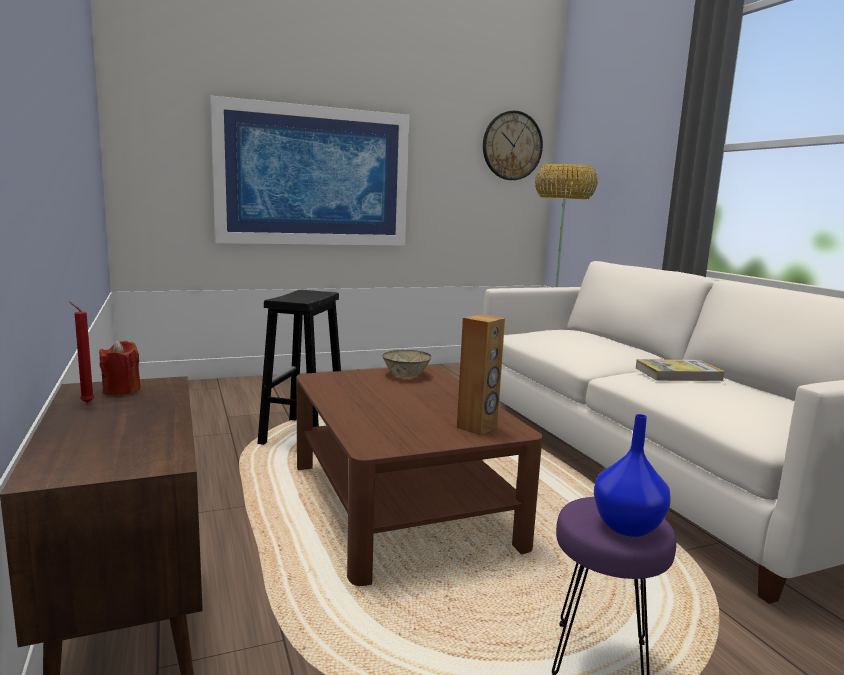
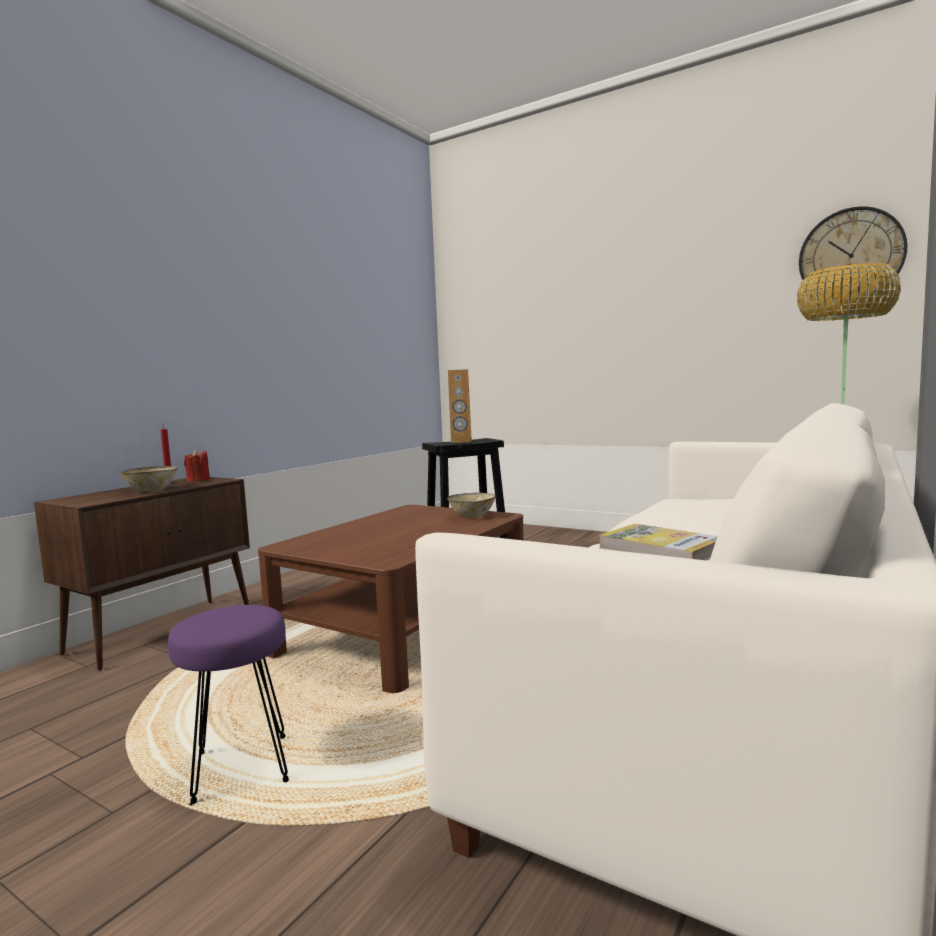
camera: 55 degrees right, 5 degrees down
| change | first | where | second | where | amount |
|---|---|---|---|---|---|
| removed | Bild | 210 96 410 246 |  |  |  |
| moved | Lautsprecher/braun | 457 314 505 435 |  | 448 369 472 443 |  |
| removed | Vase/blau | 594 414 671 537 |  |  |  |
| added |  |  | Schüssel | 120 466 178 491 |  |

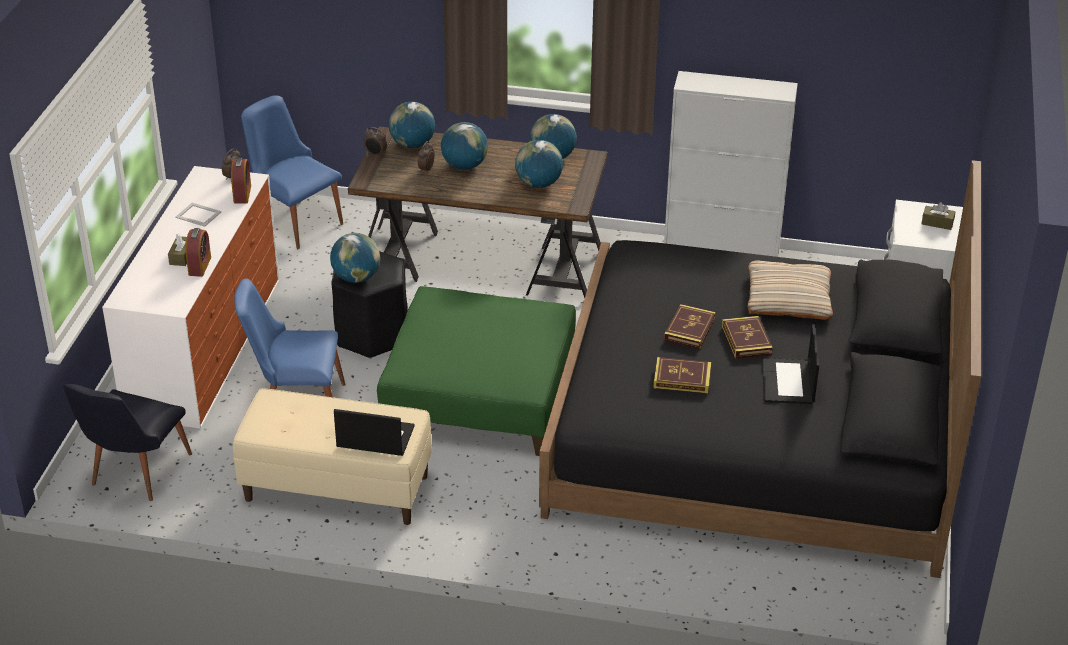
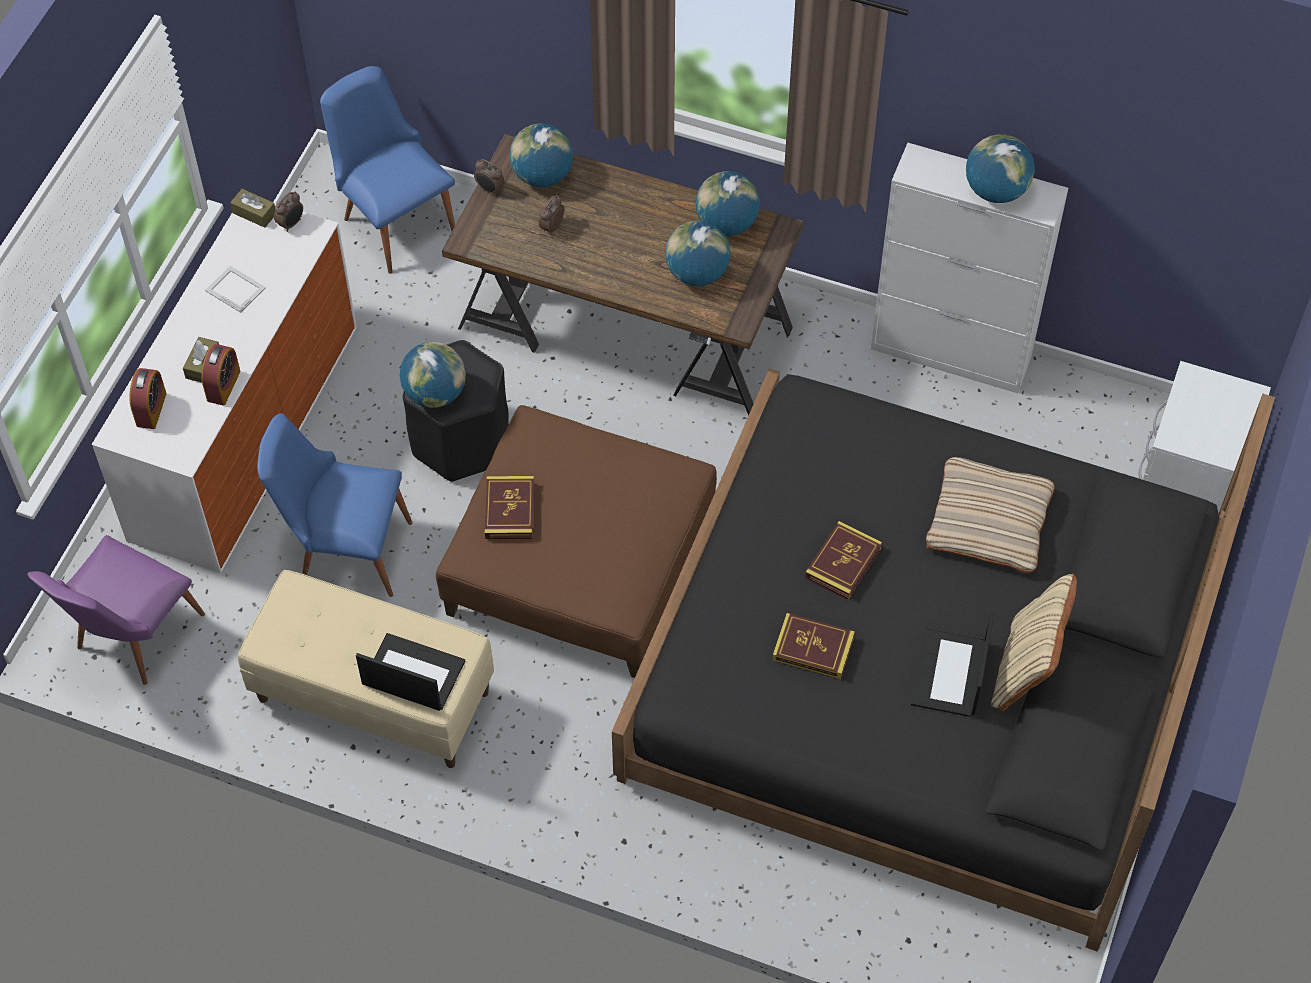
camera: 10 degrees right, 20 degrees up
| change | first | where | second | where | amount |
|---|---|---|---|---|---|
| recoloured | Stuhl/schwarz | 63 384 192 501 | Stuhl/lila | 27 535 205 685 |  |
| moved | Wecker | 231 158 251 203 |  | 129 368 167 429 |  |
| recoloured | Polsterhocker/grün | 377 286 576 456 | Polsterhocker/braun | 436 405 717 678 |  |
| moved | Globus | 441 122 488 170 |  | 966 135 1035 203 |  |
| moved | Buch | 722 316 773 359 |  | 485 476 534 539 |  |
| moved | Taschentuchbox/braun | 922 202 955 230 |  | 230 189 275 228 |  |
| added |  |  | Kissen/beige | 991 574 1077 711 |  |

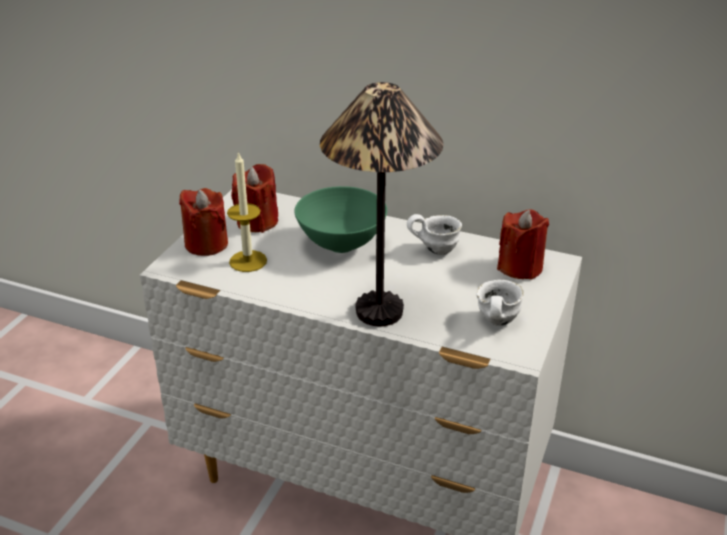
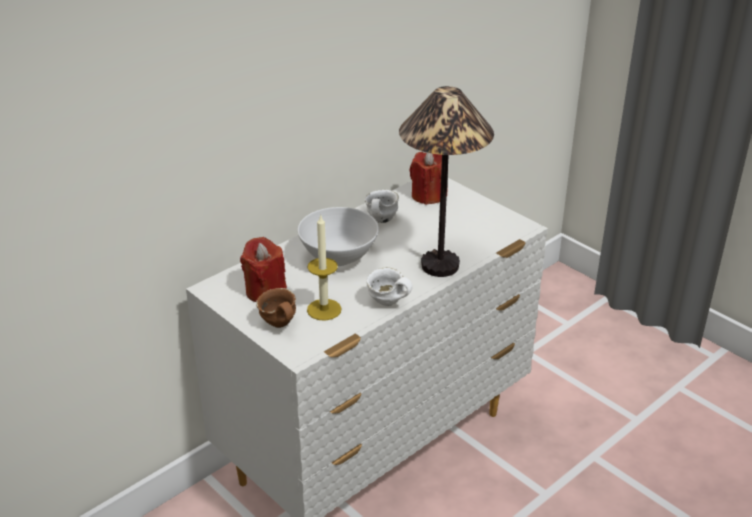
camera: 65 degrees left, 0 degrees up
| change | first | where | second | where | amount |
|---|---|---|---|---|---|
| replaced | Kerze/rot | 179 188 228 256 | Henkelbecher/braun | 256 288 296 328 |  |
| recoloured | Schüssel/grün | 295 186 387 253 | Schüssel/weiß | 297 207 379 266 |  |
| moved | Henkelbecher/weiß | 476 280 524 326 |  | 366 267 413 306 |  |

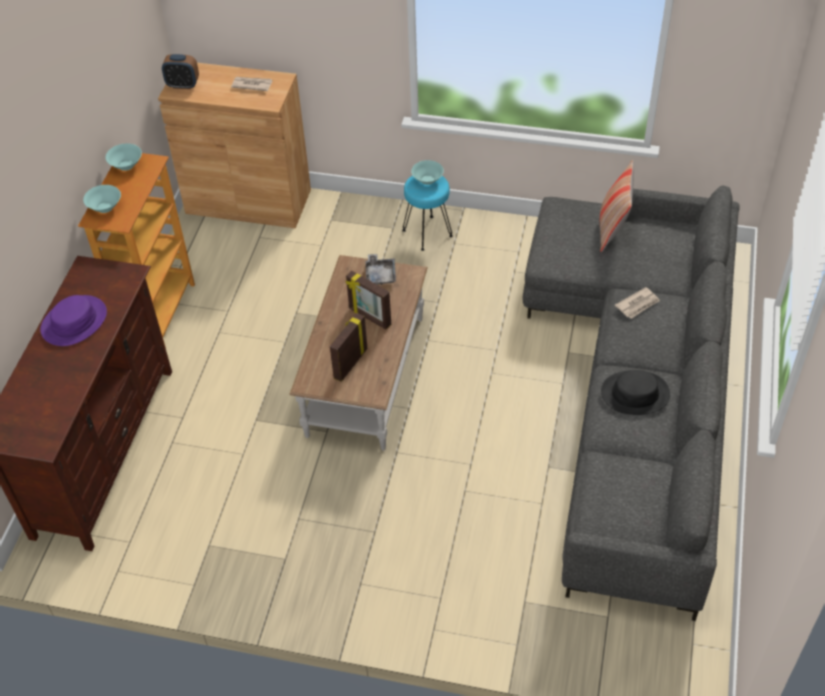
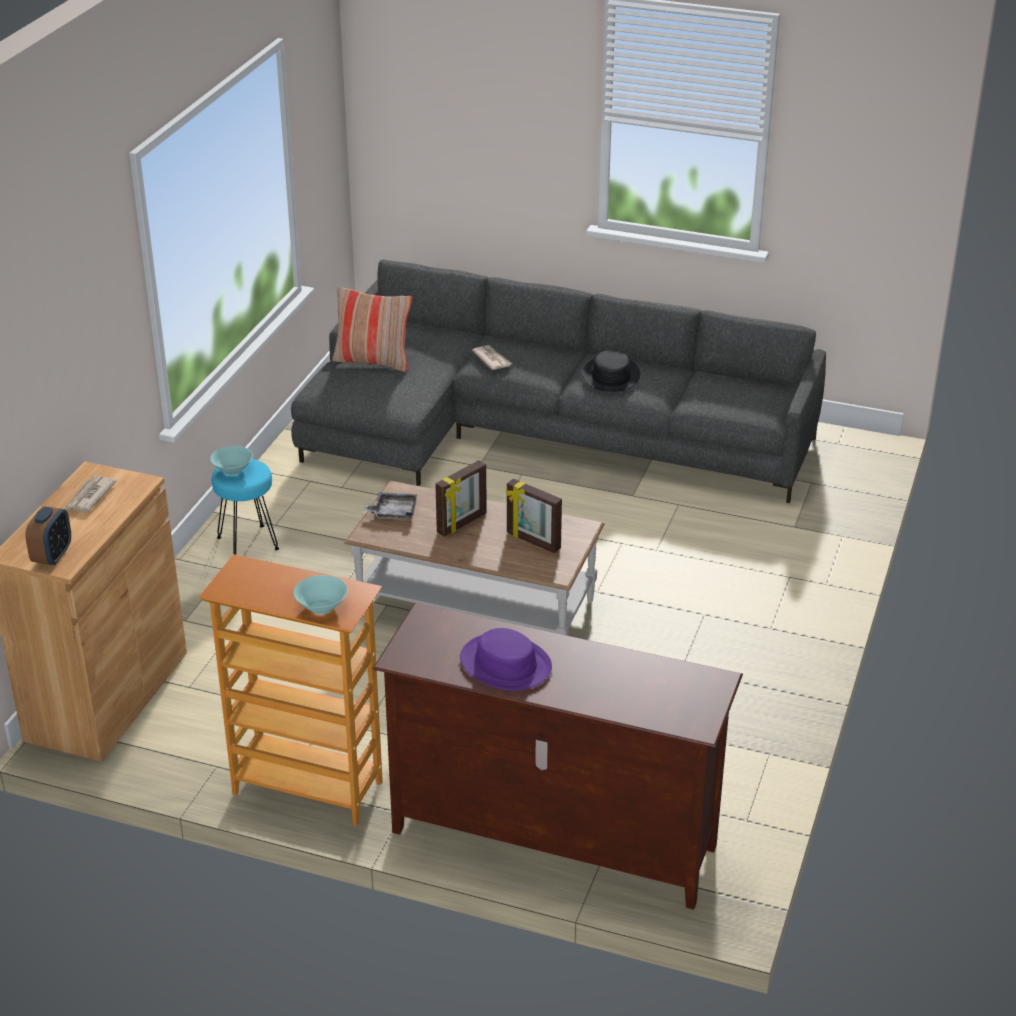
camera: 85 degrees left, 15 degrees down
| change | first | where | second | where | amount |
|---|---|---|---|---|---|
| removed | Schüssel/türkis | 105 143 142 171 |  |  |  |

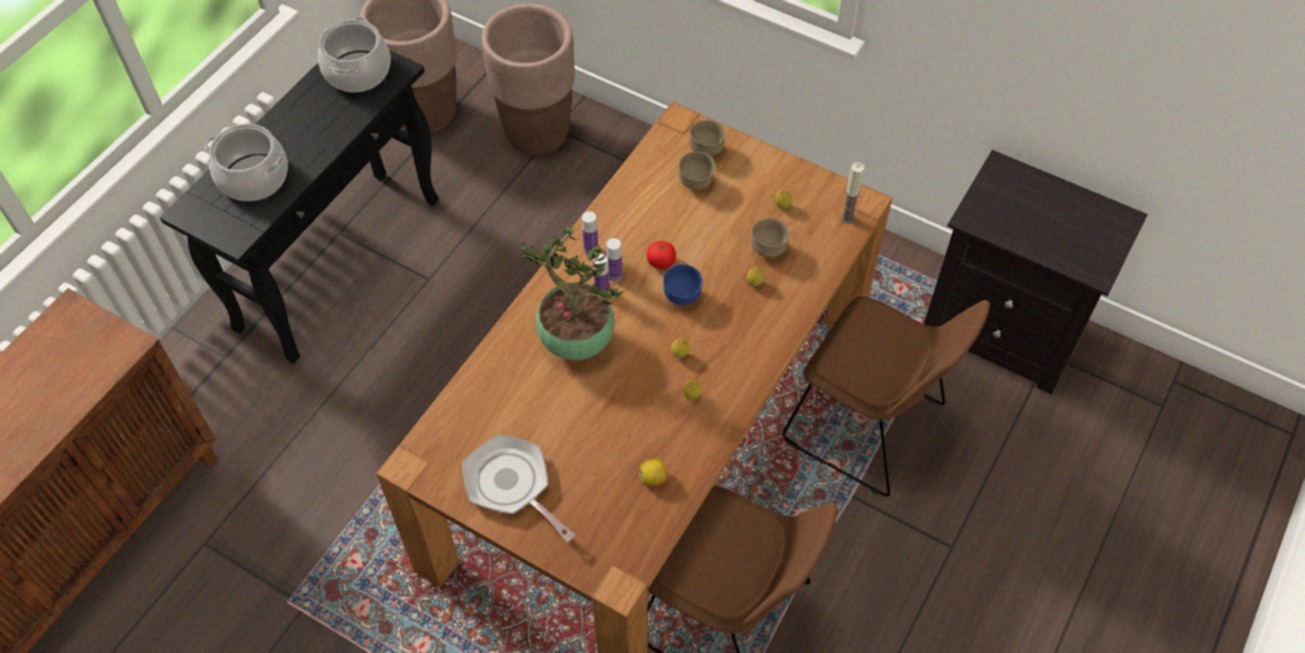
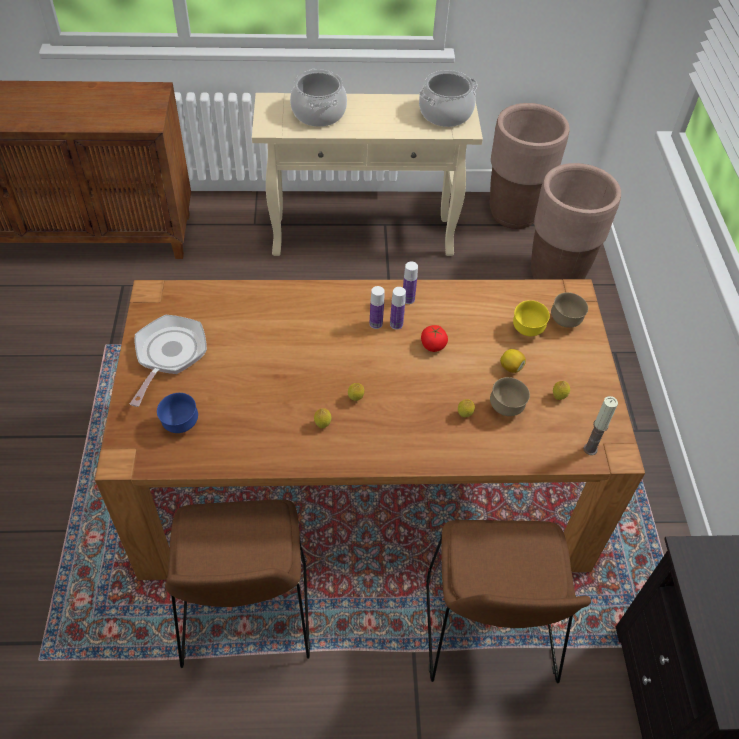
camera: 55 degrees right, 5 degrees down
| change | first | where | second | where | amount |
|---|---|---|---|---|---|
| recoloured | Konsolentisch/schwarz | 160 50 439 364 | Konsolentisch/beige | 252 93 483 256 |  |
| removed | Topfpflanze | 520 227 623 361 |  |  |  |
| moved | Zitrone | 639 459 667 486 |  | 500 349 526 373 |  |
| moved | Schüssel/blau | 663 264 703 305 |  | 157 393 198 433 |  |
| recoloured | Schüssel/braun | 679 151 716 190 | Schüssel/gelb | 513 300 550 336 |  |

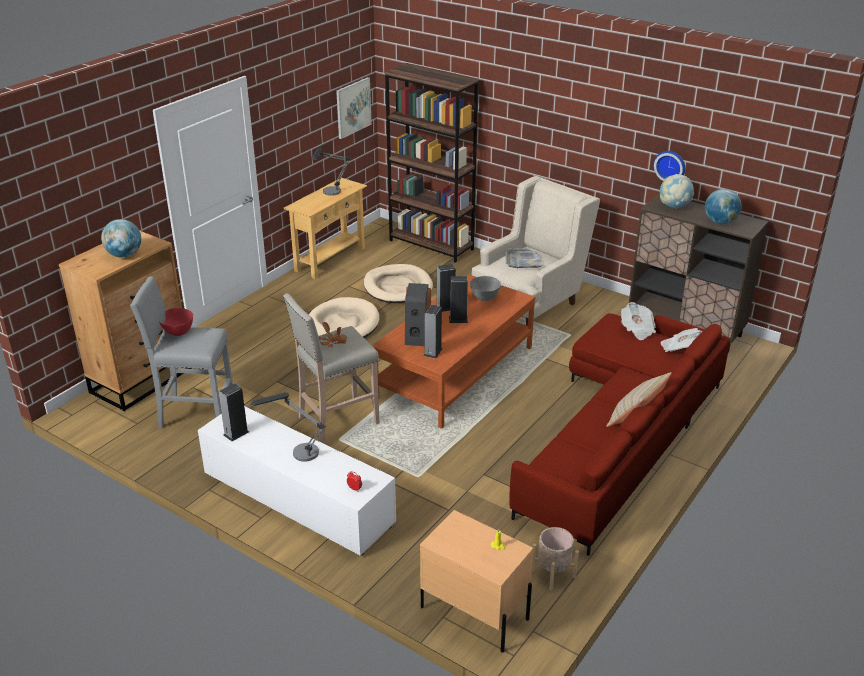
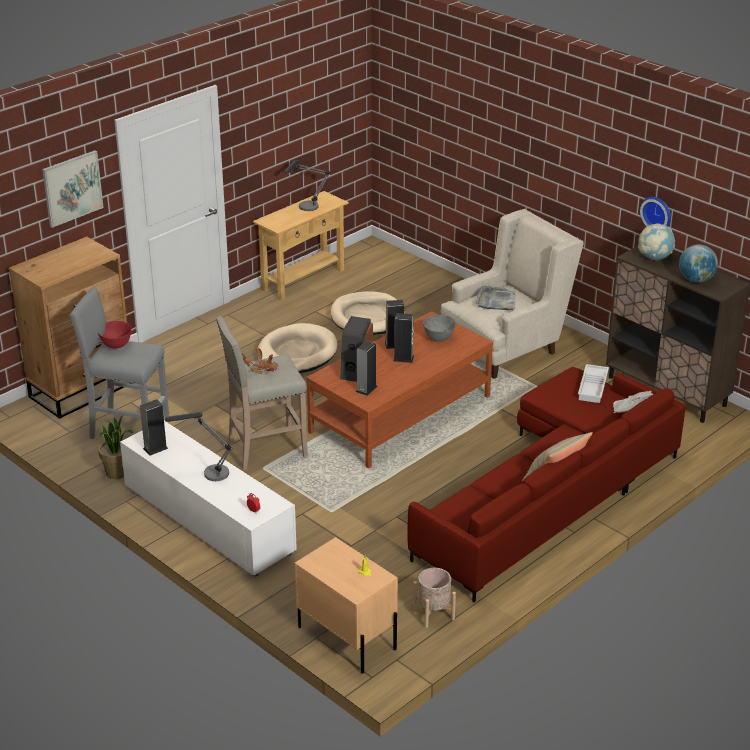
camera: 10 degrees right, 0 degrees up
| change | first | where | second | where | amount |
|---|---|---|---|---|---|
| removed | Globus | 101 219 141 258 |  |  |  |
| moved | Bild | 336 77 372 139 |  | 42 150 103 228 |  |
| removed | Bücherregal/braun | 385 63 479 263 |  |  |  |
| replaced | Zeitung | 621 302 656 340 | Tablett/weiß | 578 364 609 403 |  |
| added |  |  | Topfpflanze | 98 415 133 479 |  |

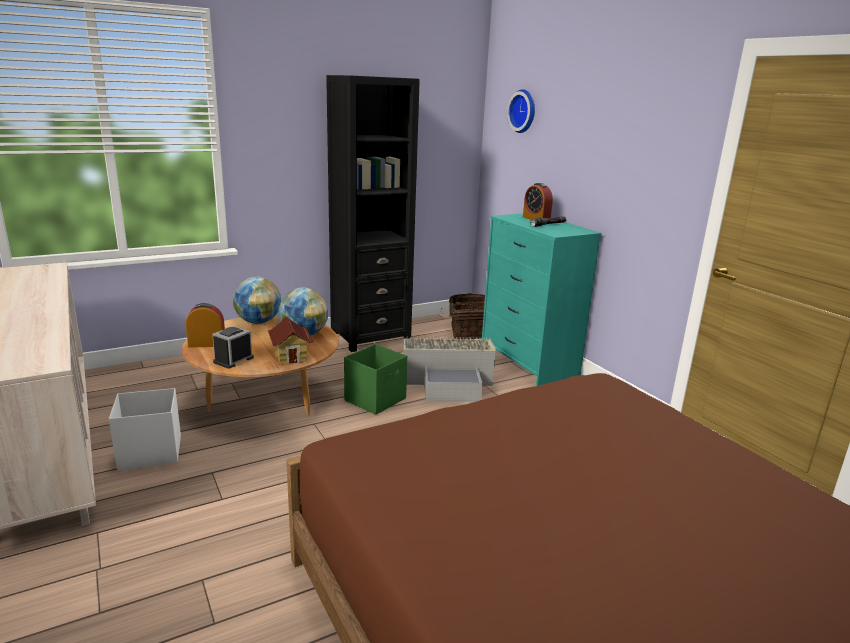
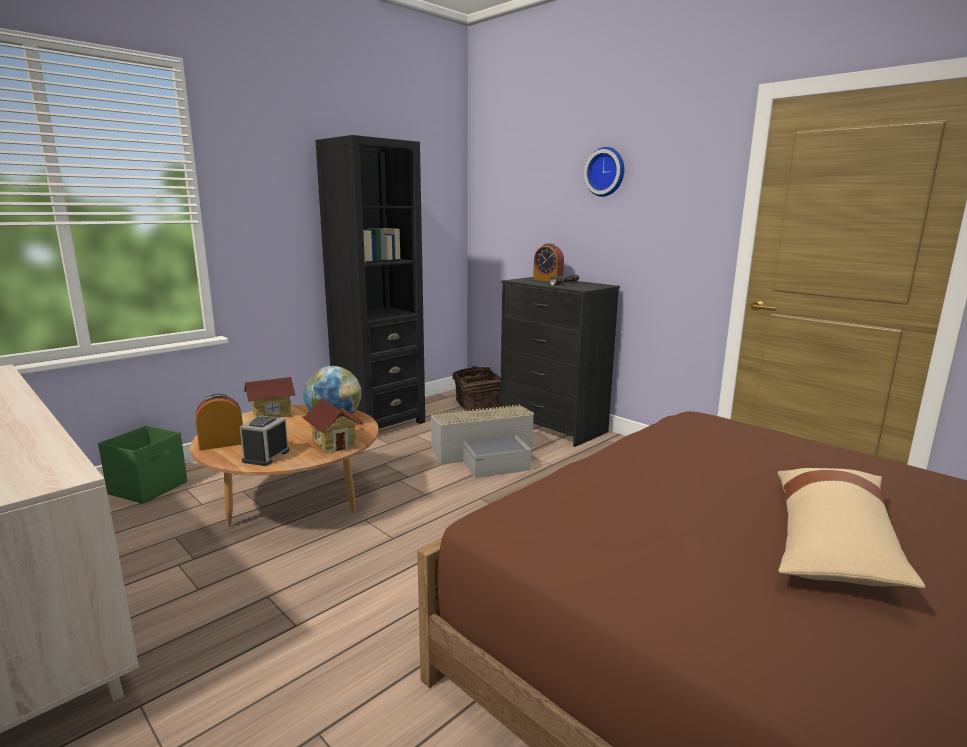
camera: 15 degrees left, 5 degrees down
| change | first | where | second | where | amount |
|---|---|---|---|---|---|
| removed | Aufbewahrungsbox/weiß | 109 388 181 471 |  |  |  |
| replaced | Globus | 233 277 281 324 | Spielzeughaus | 244 377 296 418 |  |
| moved | Aufbewahrungsbox/grün | 344 344 407 414 |  | 98 425 187 504 |  |
| recoloured | Kommode/türkis | 482 213 602 386 | Kommode/schwarz | 500 277 620 447 |  |
| moved | Wanduhr | 507 89 535 133 |  | 584 147 624 197 |  |
| added |  |  | Kissen/beige | 777 468 925 588 |  |

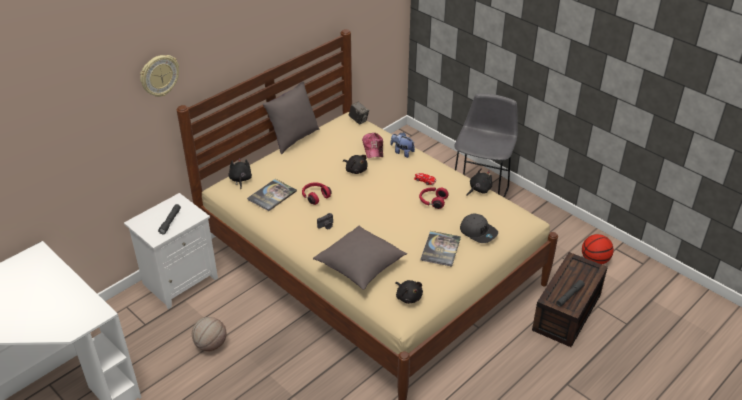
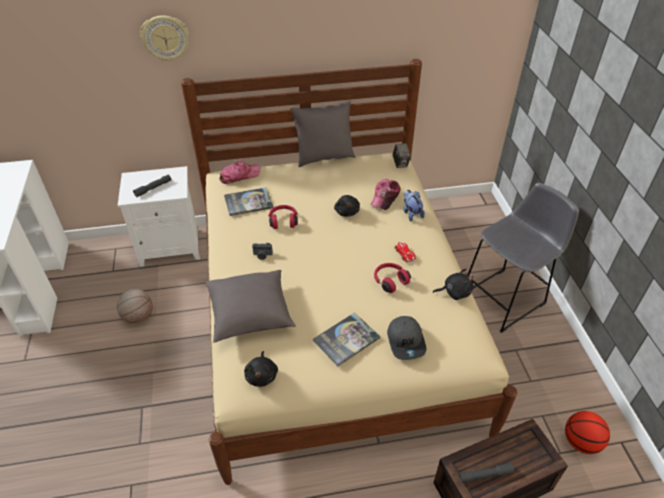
camera: 35 degrees right, 5 degrees up
| change | first | where | second | where | amount |
|---|---|---|---|---|---|
| replaced | Plüschtier/schwarz | 228 158 252 189 | Kappe | 220 160 261 184 |  |

